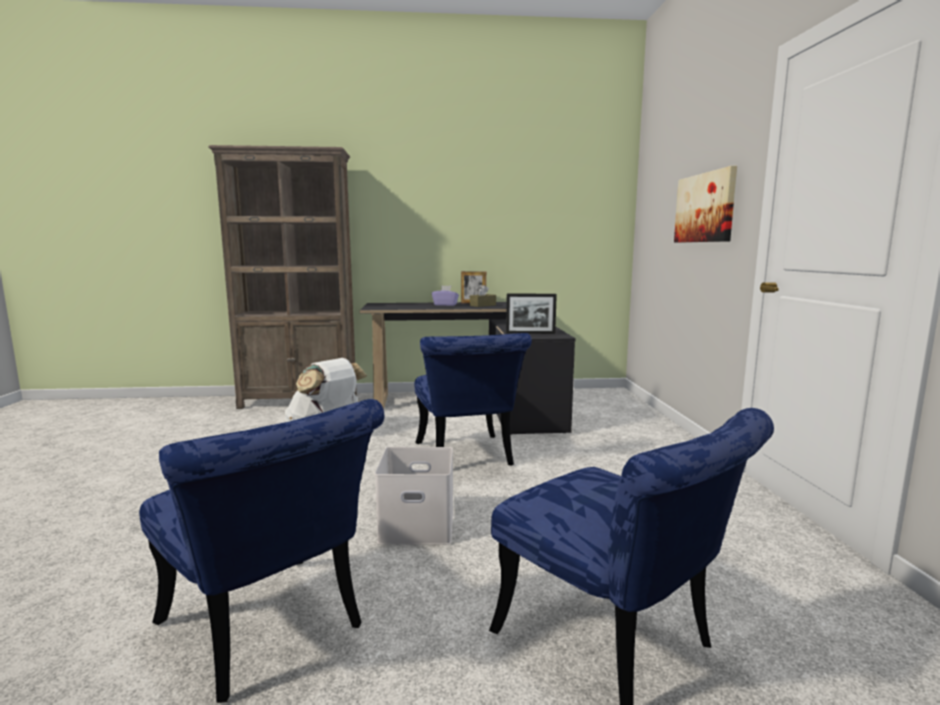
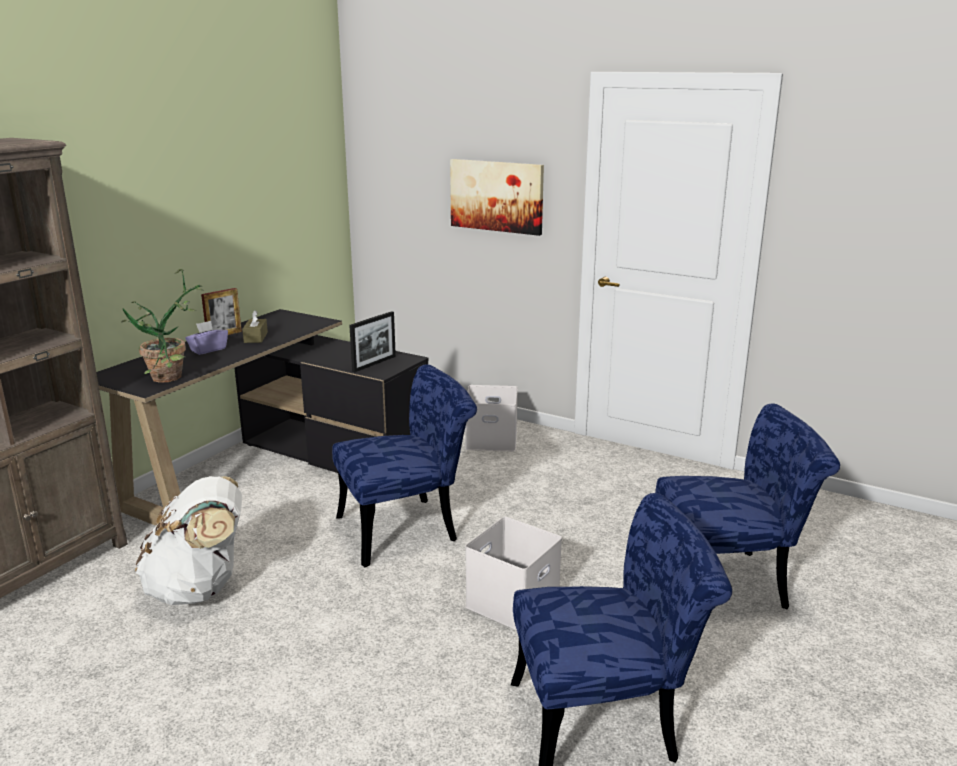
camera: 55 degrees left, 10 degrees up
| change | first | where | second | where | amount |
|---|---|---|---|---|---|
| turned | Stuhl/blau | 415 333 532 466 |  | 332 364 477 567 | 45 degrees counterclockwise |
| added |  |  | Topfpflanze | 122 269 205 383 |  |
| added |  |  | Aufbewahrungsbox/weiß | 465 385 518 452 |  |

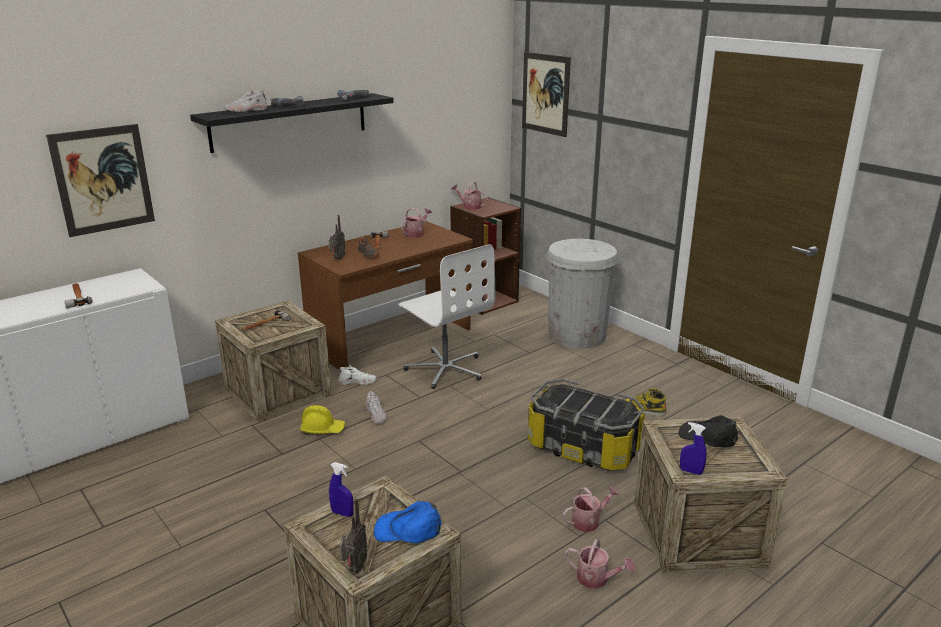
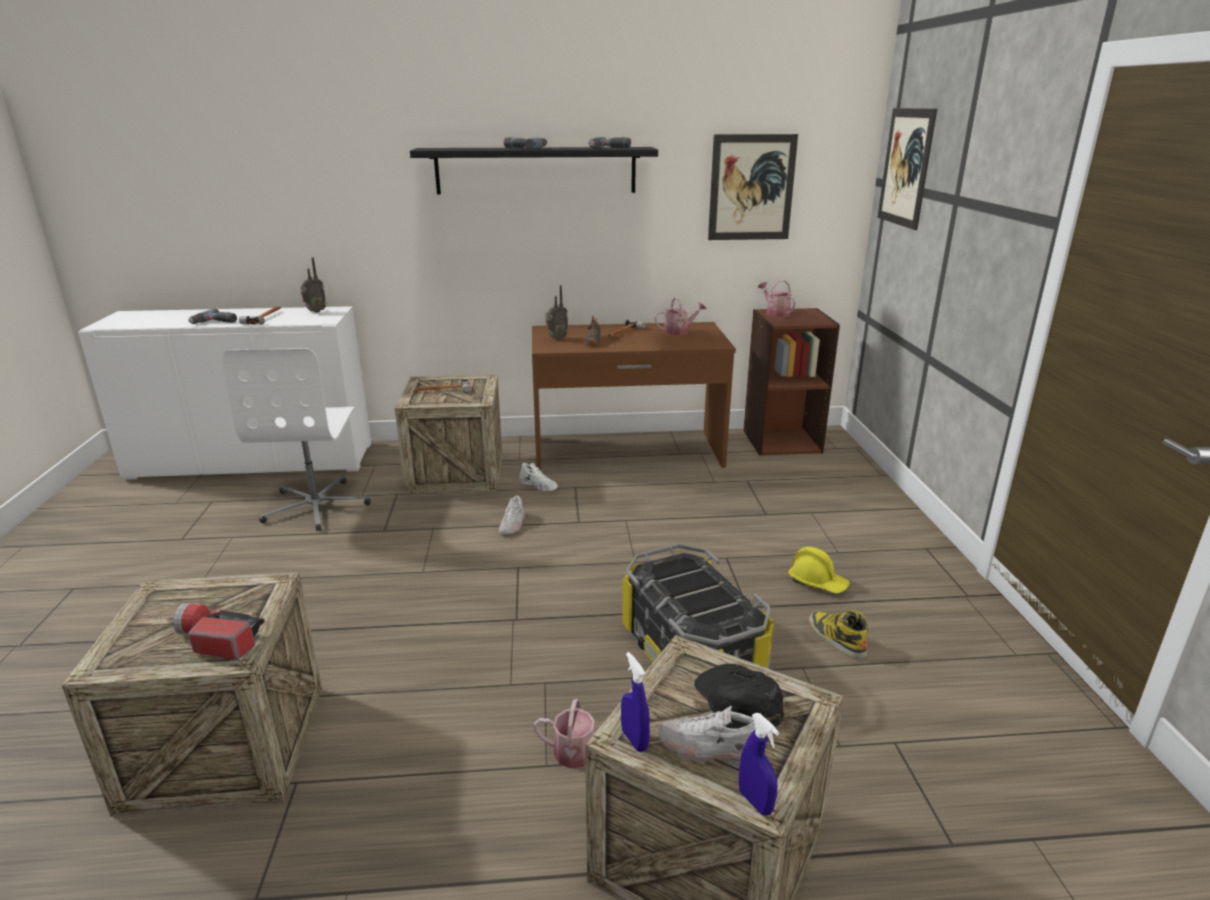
camera: 35 degrees right, 0 degrees up
| change | first | where | second | where | amount |
|---|---|---|---|---|---|
| moved | Bild | 46 124 155 237 |  | 708 134 798 240 |  |
| moved | Schuh/weiß | 224 88 267 112 |  | 658 705 756 766 |  |
| moved | Schutzhelm/gelb | 300 405 345 435 |  | 788 547 850 594 |  |
| moved | Sprühflasche/blau | 329 462 354 517 |  | 739 713 779 815 |  |
| moved | Radio | 339 499 367 573 |  | 301 257 327 313 |  |
| replaced | Kappe/blau | 374 501 442 543 | Taschenlampe | 173 603 265 660 |  |
| moved | Bürostuhl/weiß | 398 244 495 389 |  | 222 348 371 531 |  |
| removed | Mülleimer/weiß | 546 239 619 349 |  |  |  |
| removed | Gießkanne | 565 539 635 589 |  |  |  |
| added |  |  | Bohrmaschine | 189 309 237 324 |  |

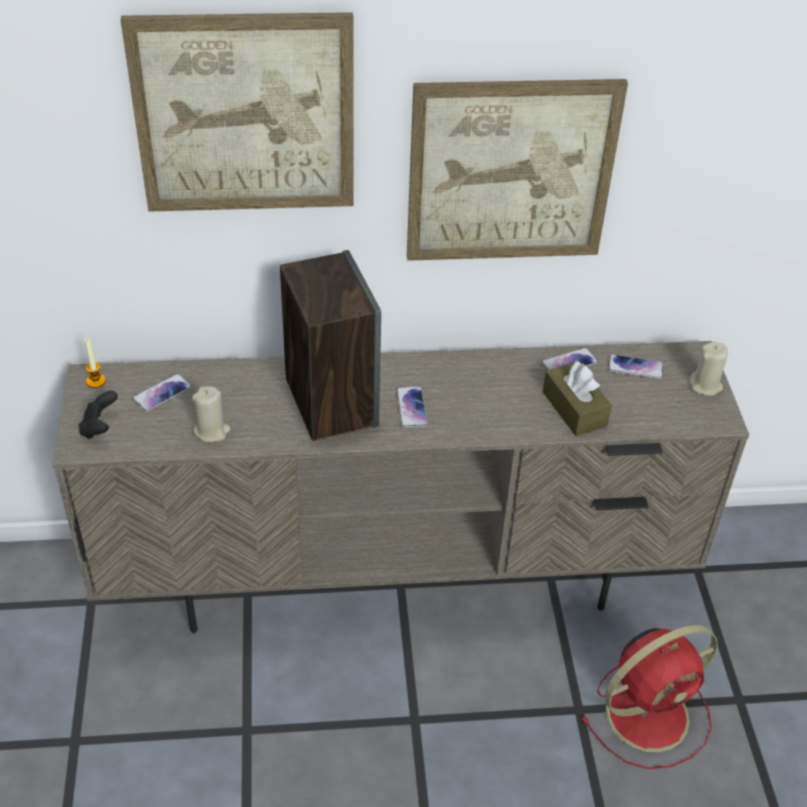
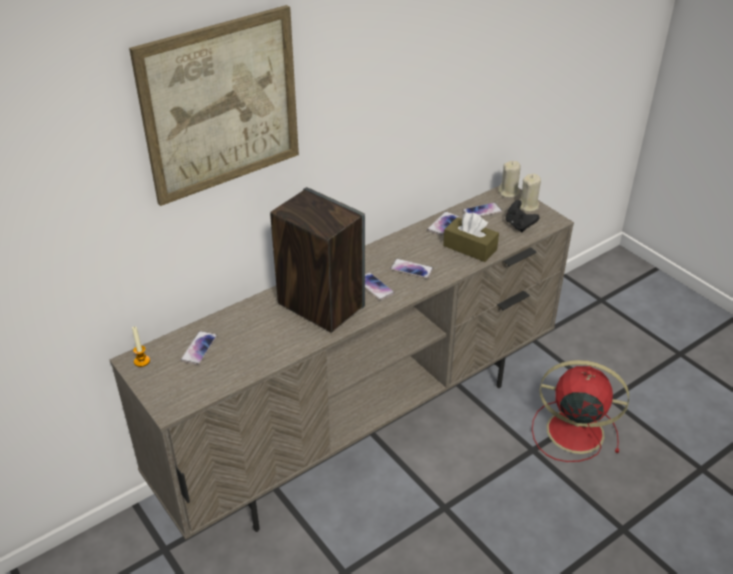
camera: 30 degrees left, 5 degrees down
| change | first | where | second | where | amount |
|---|---|---|---|---|---|
| moved | Gamepad/schwarz | 79 391 118 439 |  | 505 200 540 232 |  |
| moved | Kerze/beige | 192 386 231 442 |  | 498 161 521 198 |  |
| removed | Bild | 407 79 628 261 |  |  |  |
| turned | Ventilator/rot | 581 625 718 769 |  | 532 360 629 462 | 105 degrees counterclockwise |
| added |  |  | Handy | 390 259 434 279 |  |

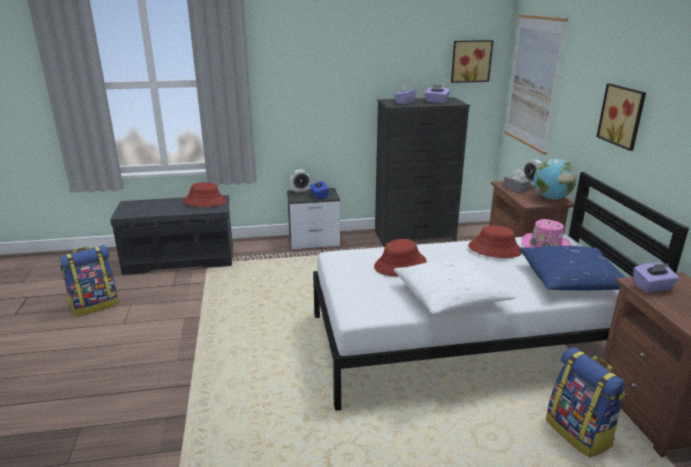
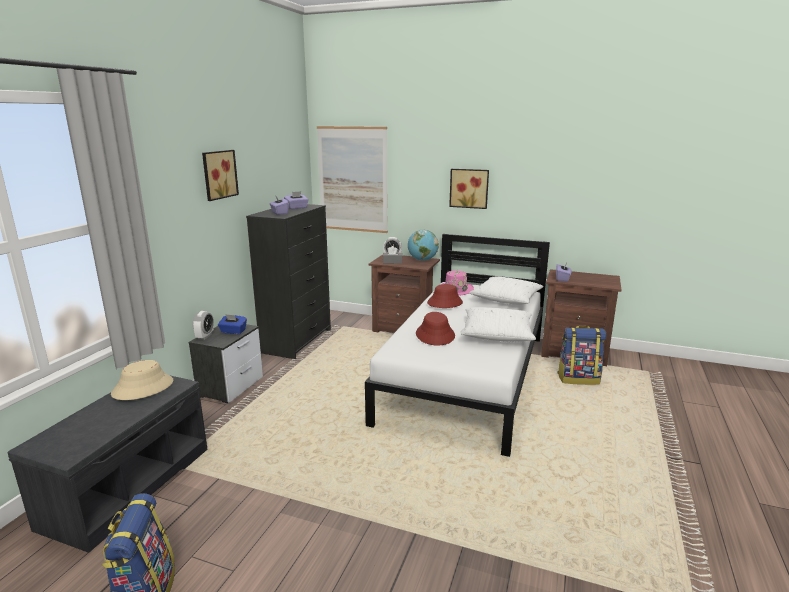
camera: 60 degrees left, 5 degrees down
| change | first | where | second | where | amount |
|---|---|---|---|---|---|
| recoloured | Hut/rot | 183 182 227 207 | Hut/beige | 111 360 173 400 |  |
| moved | Bild | 451 40 493 83 |  | 202 150 239 201 |  |
| recoloured | Kissen/blau | 519 246 626 290 | Kissen/weiß | 469 277 544 304 |  |

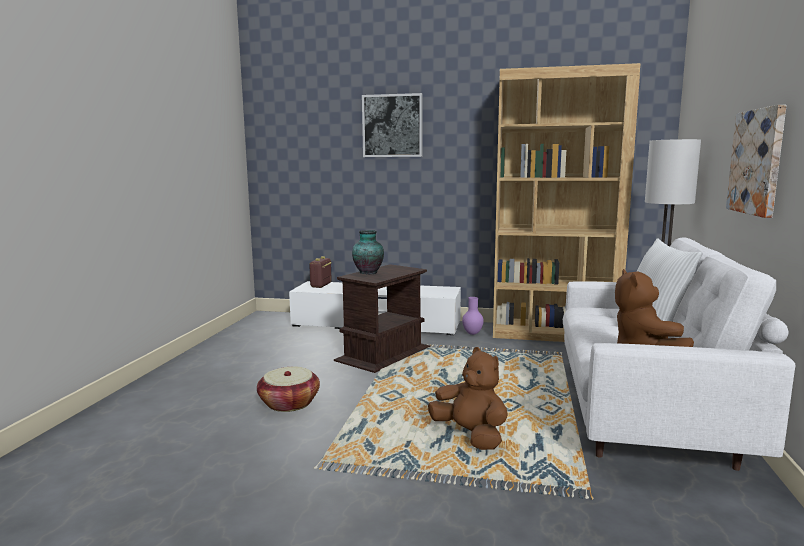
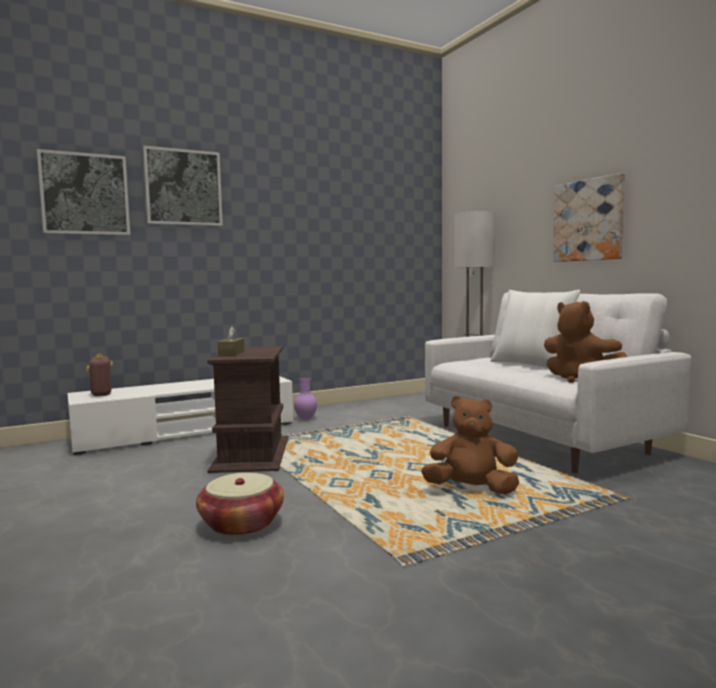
camera: 40 degrees left, 5 degrees down
| change | first | where | second | where | amount |
|---|---|---|---|---|---|
| replaced | Vase | 352 230 384 274 | Taschentuchbox/braun | 218 326 244 356 |  |
| removed | Bücherregal/braun | 493 63 640 342 |  |  |  |
| added |  |  | Bild | 37 149 130 235 |  |

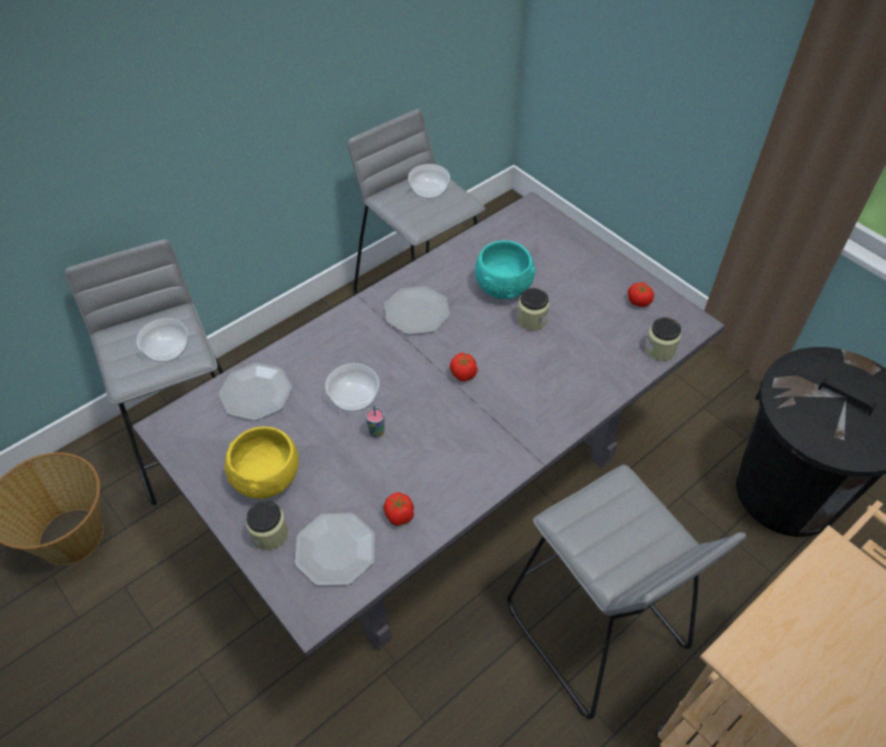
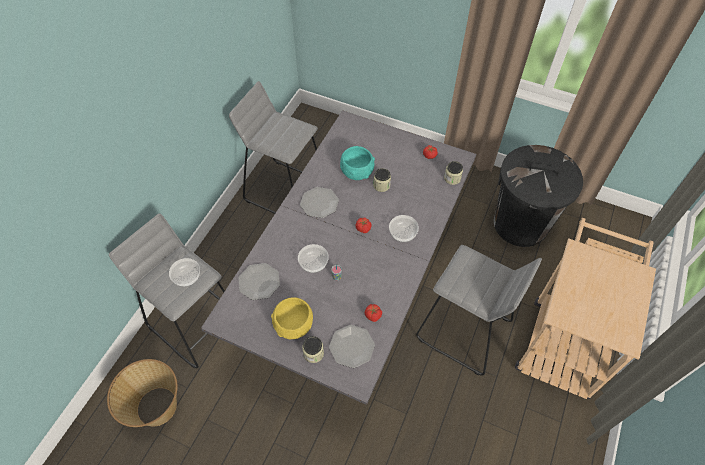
camera: 25 degrees left, 5 degrees up
| change | first | where | second | where | amount |
|---|---|---|---|---|---|
| moved | Schüssel | 408 164 450 199 |  | 389 215 419 242 |  |

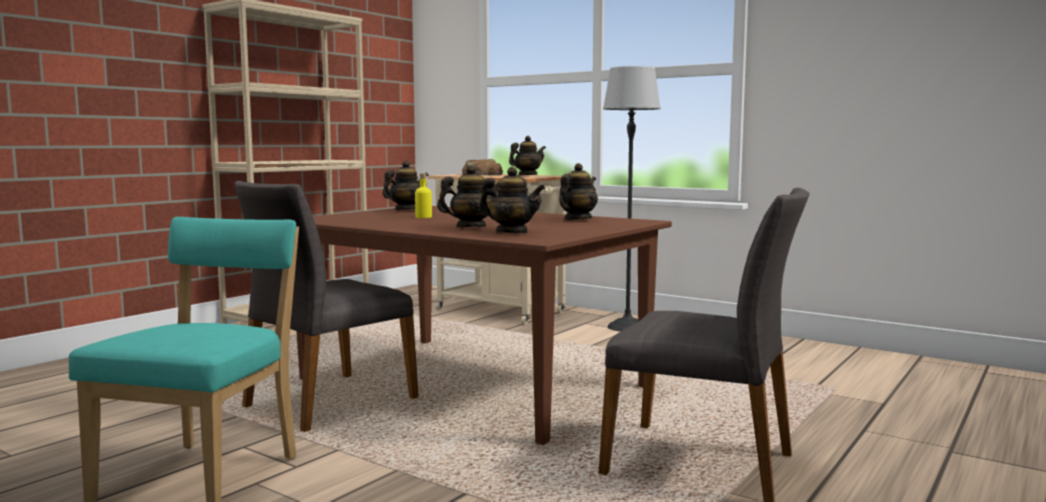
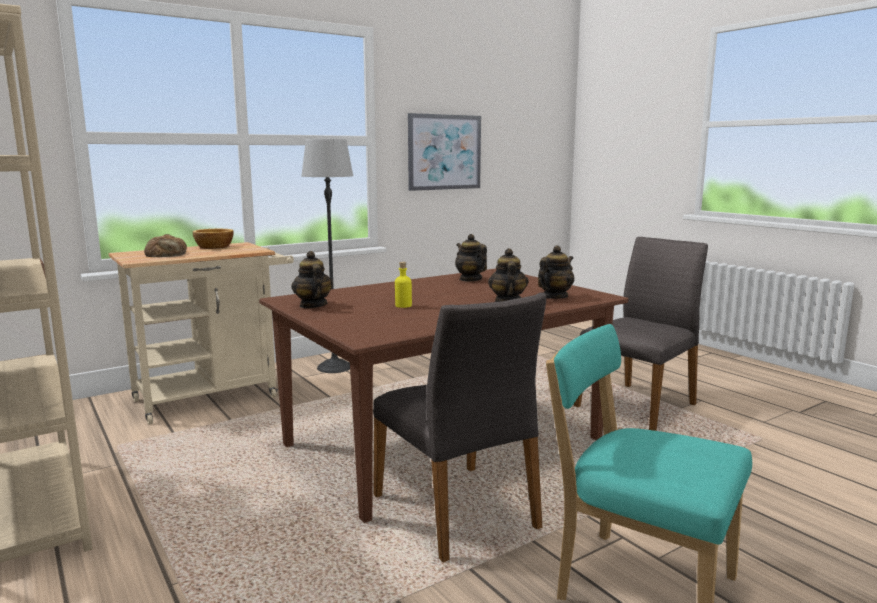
camera: 70 degrees left, 5 degrees up
| change | first | where | second | where | amount |
|---|---|---|---|---|---|
| replaced | Teekanne | 509 136 546 175 | Schüssel | 193 229 234 249 |  |
| added |  |  | Bild | 408 113 481 191 |  |

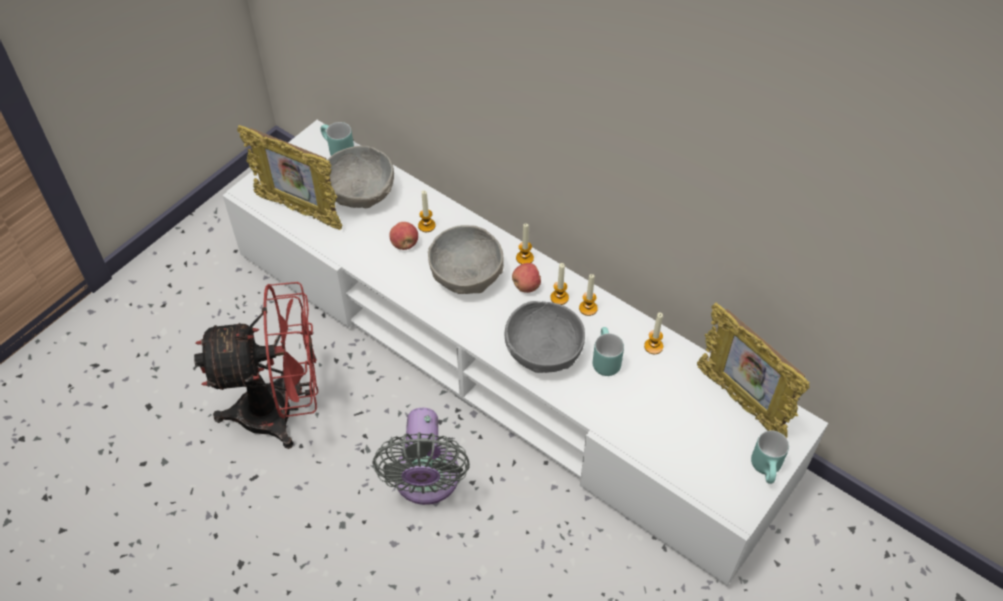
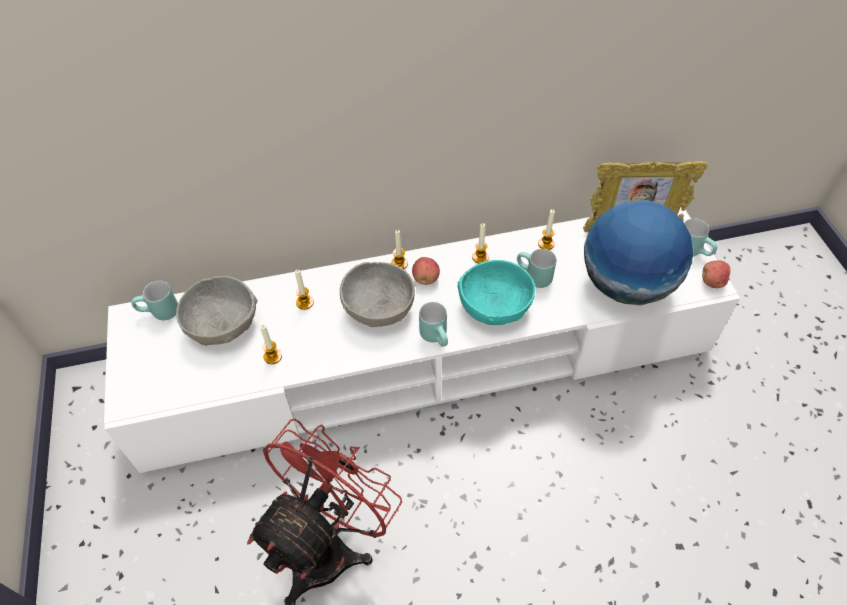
camera: 50 degrees left, 0 degrees up
| change | first | where | second | where | amount |
|---|---|---|---|---|---|
| removed | Bilderrahmen | 237 125 342 230 |  |  |  |
| removed | Ventilator/grau | 372 408 470 505 |  |  |  |
| moved | Apfel | 389 222 418 250 |  | 702 260 731 288 |  |
| recoloured | Schüssel/grau | 505 301 585 373 | Schüssel/türkis | 458 260 535 325 |  |
| moved | Kerze | 551 263 569 305 |  | 260 325 282 364 |  |
| added |  |  | Henkelbecher/türkis | 419 302 448 347 |  |
| added |  |  | Globus | 584 200 693 305 |  |

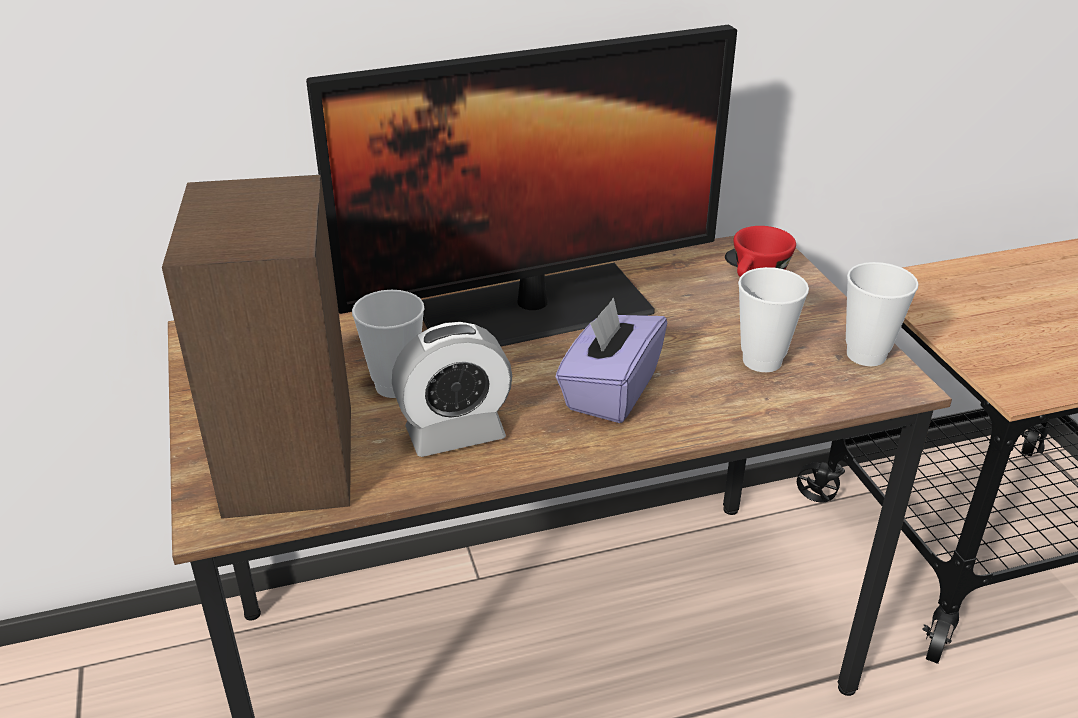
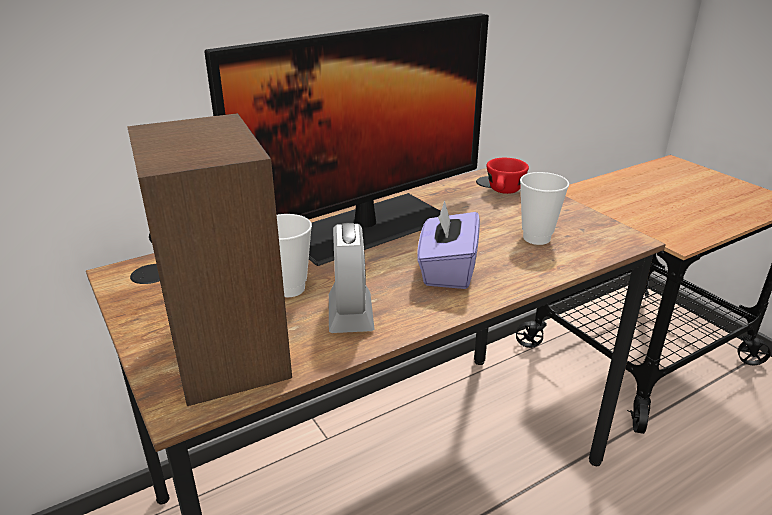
camera: 15 degrees left, 5 degrees down
| change | first | where | second | where | amount |
|---|---|---|---|---|---|
| turned | Wecker | 392 322 512 457 |  | 329 223 375 333 | 60 degrees counterclockwise |
| removed | Tasse | 846 262 919 366 |  |  |  |

